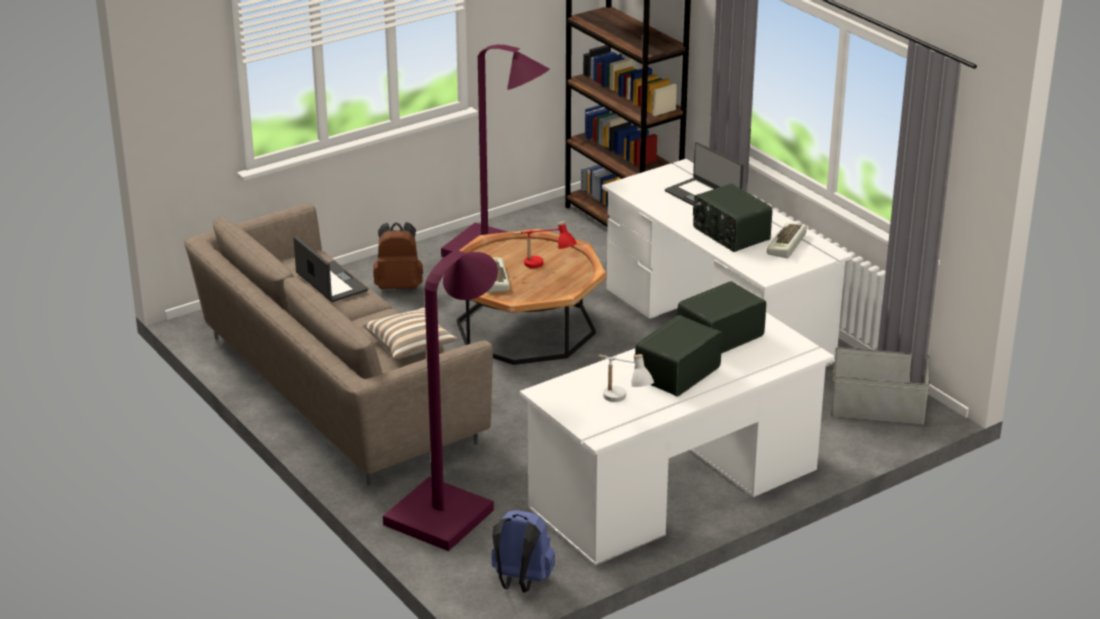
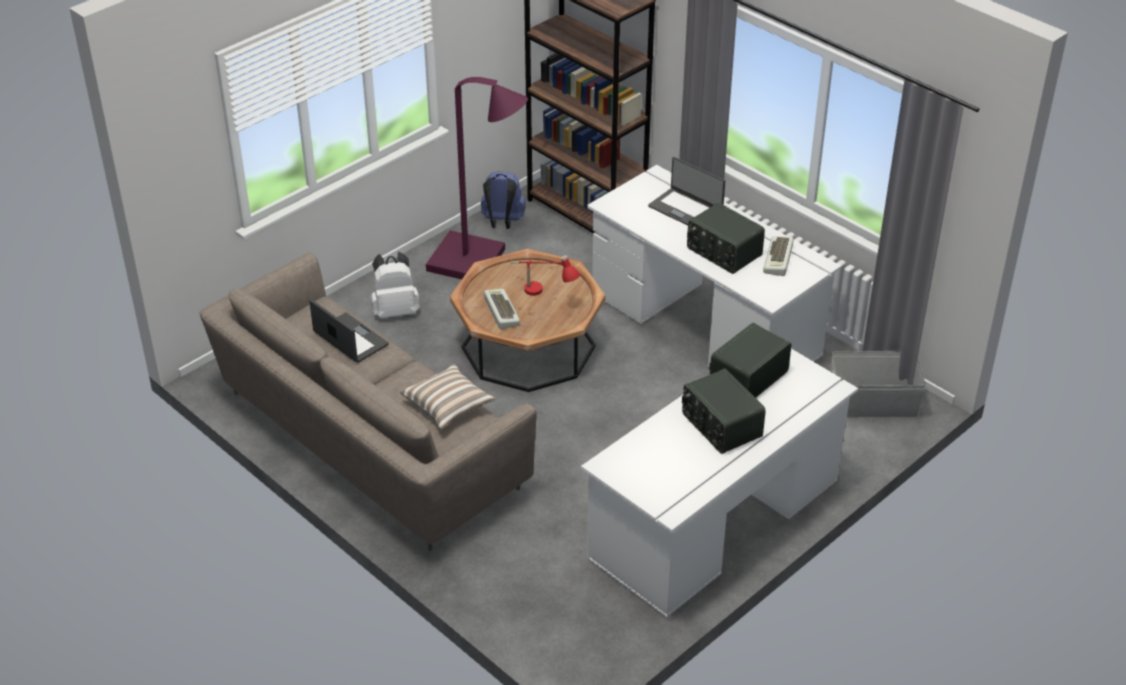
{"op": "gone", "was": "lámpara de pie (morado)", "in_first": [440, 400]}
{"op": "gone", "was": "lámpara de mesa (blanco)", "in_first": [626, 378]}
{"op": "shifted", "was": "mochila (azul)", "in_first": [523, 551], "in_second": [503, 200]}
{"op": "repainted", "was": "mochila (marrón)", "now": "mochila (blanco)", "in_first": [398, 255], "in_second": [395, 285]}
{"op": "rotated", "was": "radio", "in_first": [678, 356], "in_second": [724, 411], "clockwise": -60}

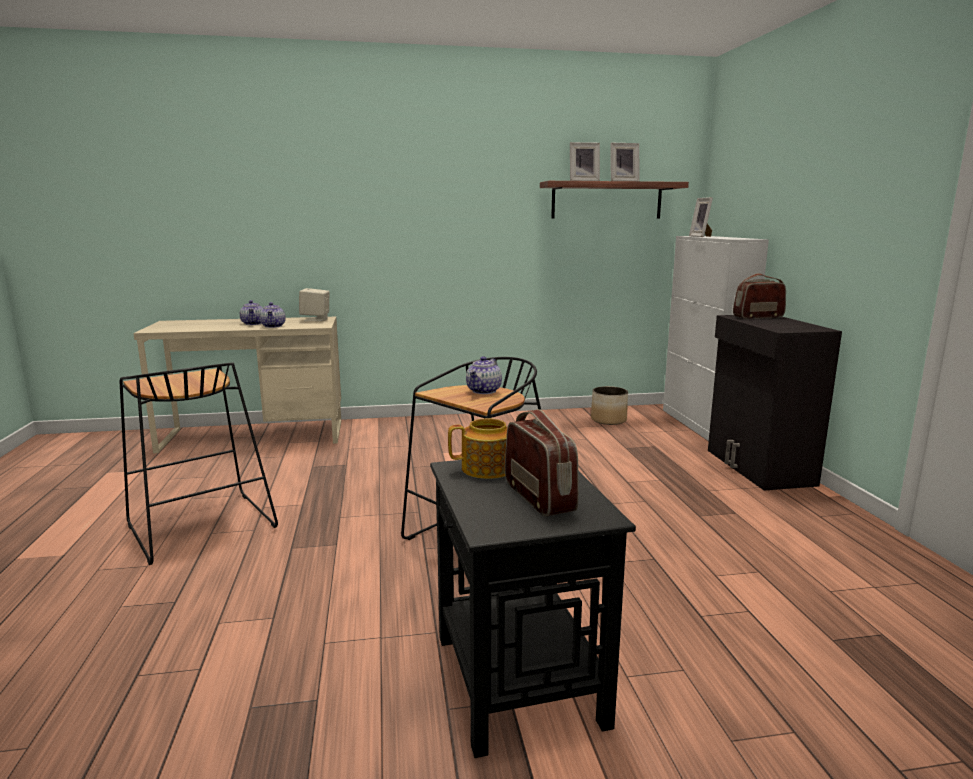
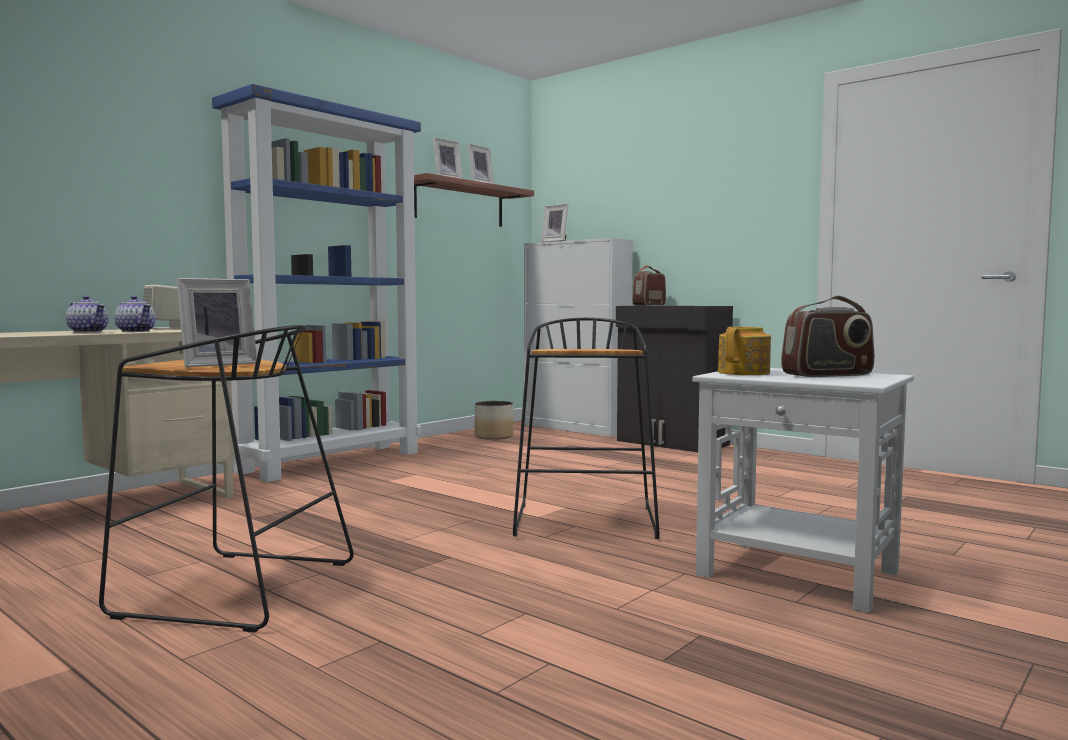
{"op": "gone", "was": "tetera", "in_first": [484, 375]}
{"op": "new", "now": "portarretratos", "in_second": [217, 322]}
{"op": "new", "now": "estantería (azul)", "in_second": [316, 283]}
{"op": "repainted", "was": "mesa auxiliar (negro)", "now": "mesa auxiliar (blanco)", "in_first": [533, 609], "in_second": [803, 490]}
{"op": "rotated", "was": "radio", "in_first": [542, 463], "in_second": [827, 336], "clockwise": 135}

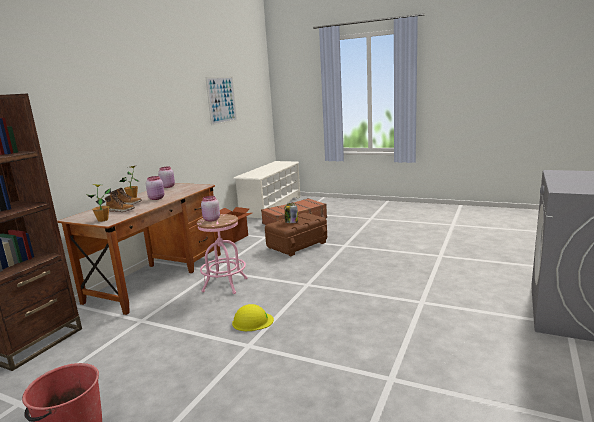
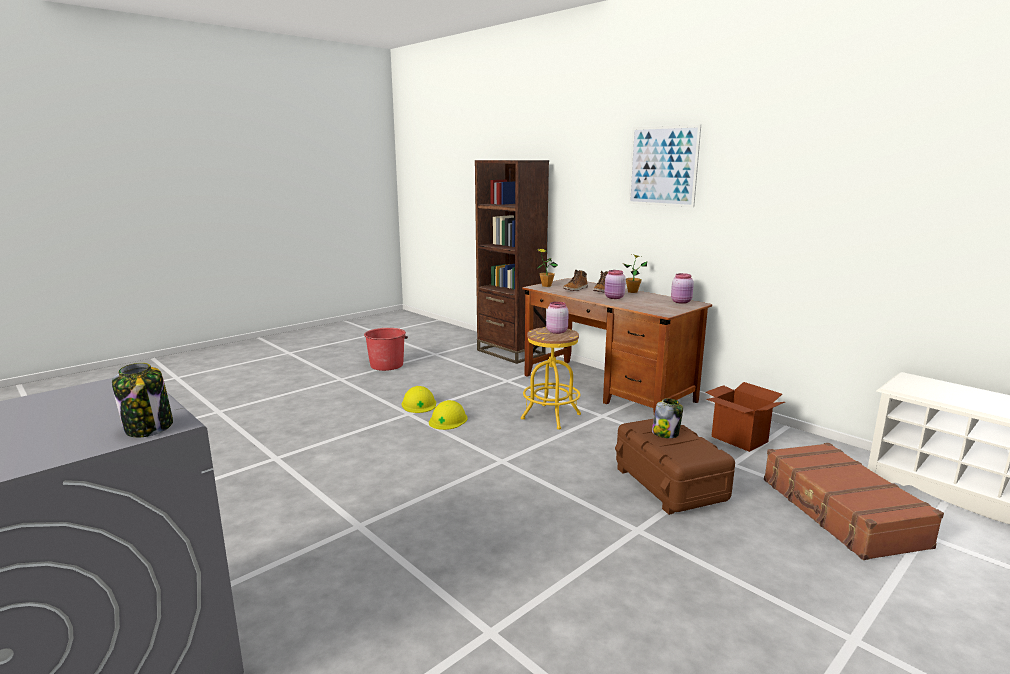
{"op": "new", "now": "tarro", "in_second": [142, 400]}
{"op": "new", "now": "casco (amarillo)", "in_second": [418, 399]}
{"op": "shifted", "was": "cuadro", "in_first": [221, 101], "in_second": [664, 166]}
{"op": "repainted", "was": "taburete (rosa)", "now": "taburete (amarillo)", "in_first": [222, 254], "in_second": [551, 378]}

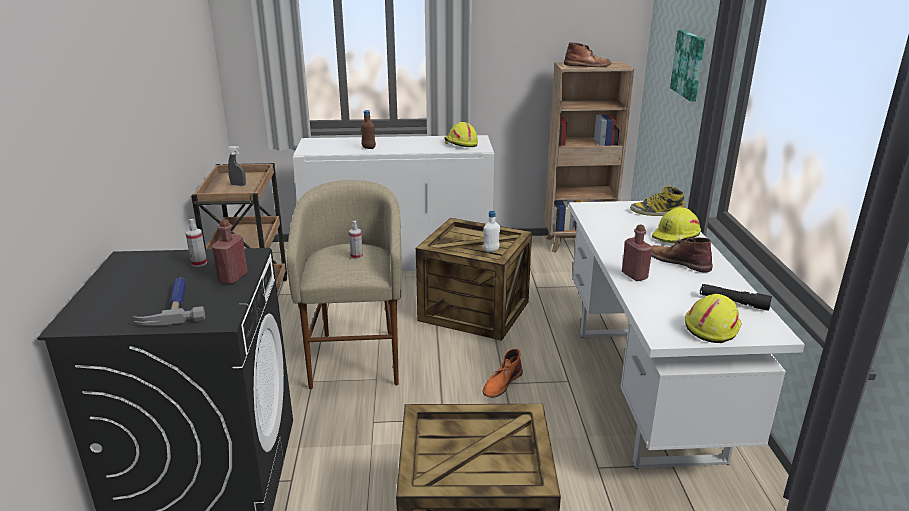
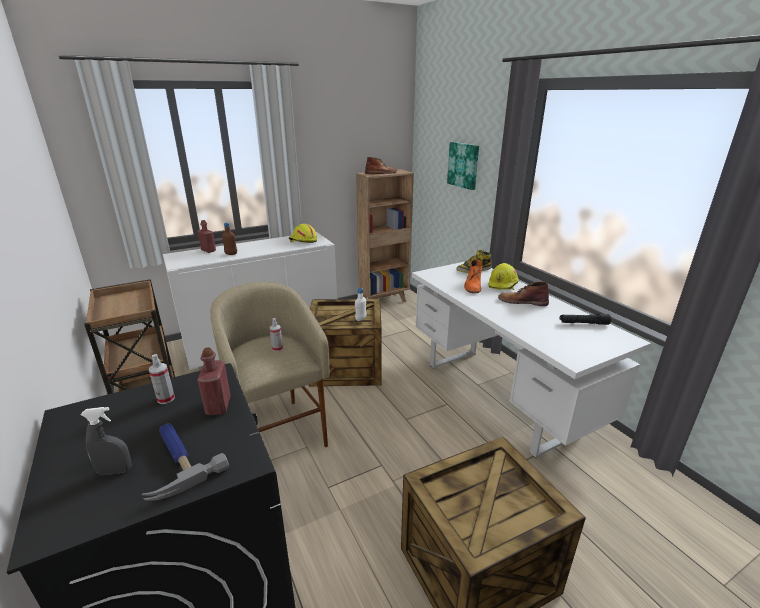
{"op": "gone", "was": "casco (amarillo)", "in_first": [713, 318]}
{"op": "shifted", "was": "pulverizador (gris)", "in_first": [237, 166], "in_second": [106, 441]}
{"op": "shifted", "was": "bota (naranja)", "in_first": [503, 373], "in_second": [473, 276]}
{"op": "shifted", "was": "botella (rojo)", "in_first": [637, 252], "in_second": [207, 236]}

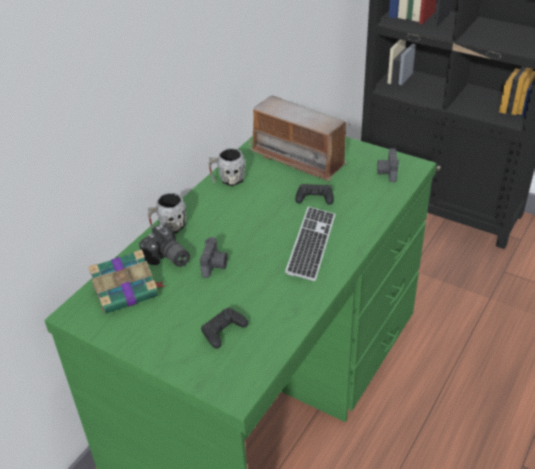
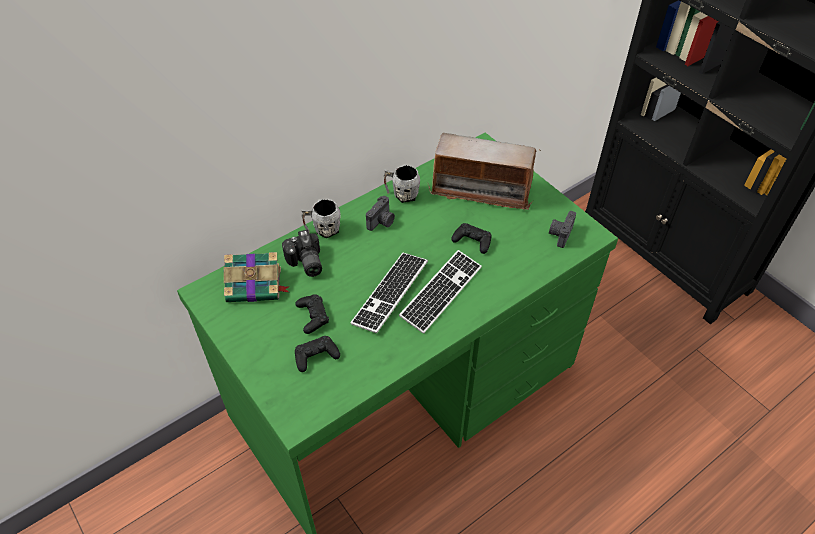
{"op": "new", "now": "mando de consola (negro)", "in_second": [312, 314]}
{"op": "new", "now": "teclado", "in_second": [389, 293]}
{"op": "shifted", "was": "cámara", "in_first": [214, 257], "in_second": [380, 213]}
{"op": "rotated", "was": "radio", "in_first": [300, 138], "in_second": [484, 171], "clockwise": -45}

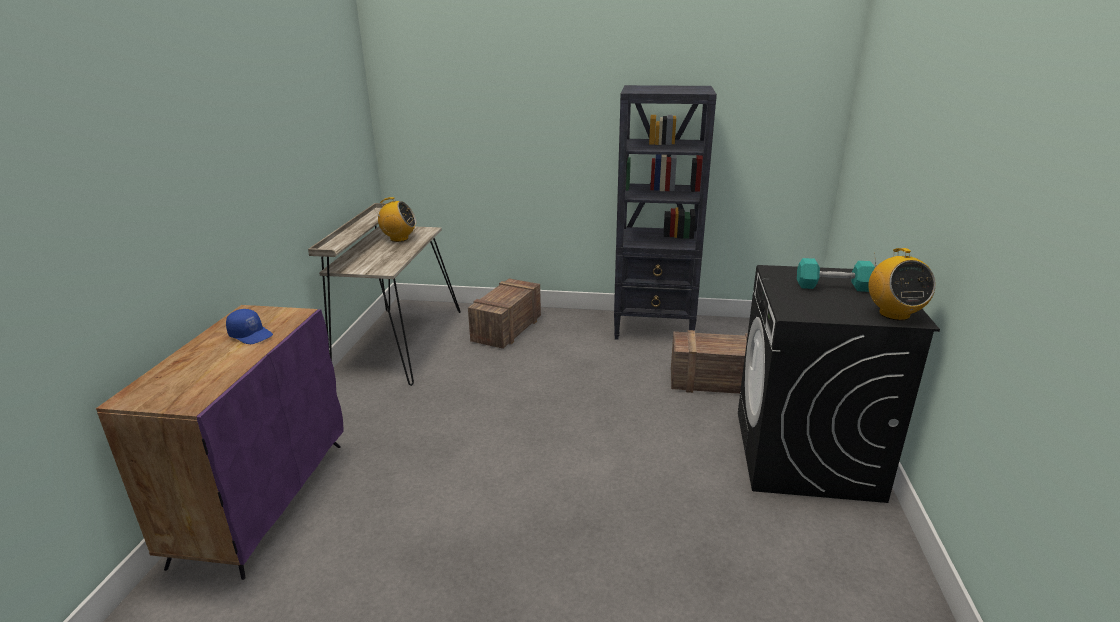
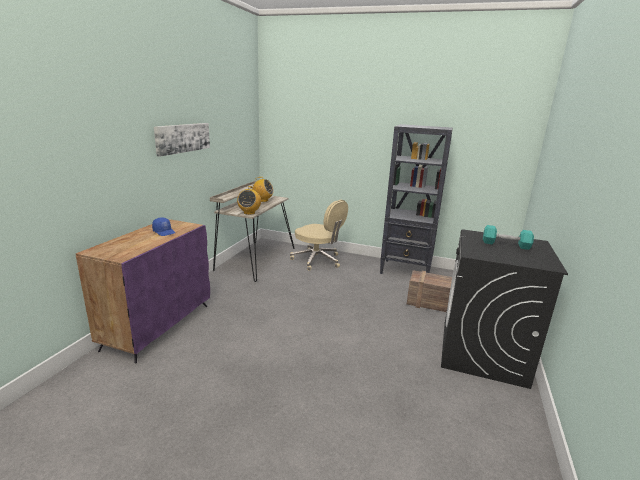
{"op": "new", "now": "cuadro", "in_second": [182, 140]}
{"op": "shifted", "was": "radio", "in_first": [902, 284], "in_second": [249, 200]}
{"op": "swapped", "was": "caja de embalaje", "now": "silla de oficina (beis)", "in_first": [504, 313], "in_second": [319, 235]}

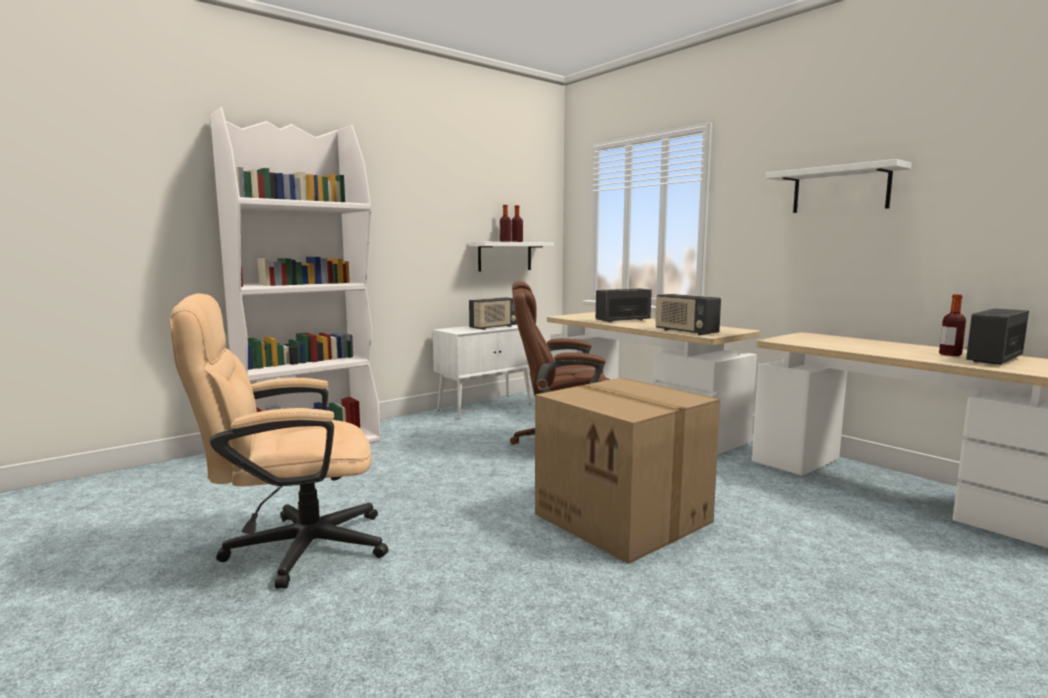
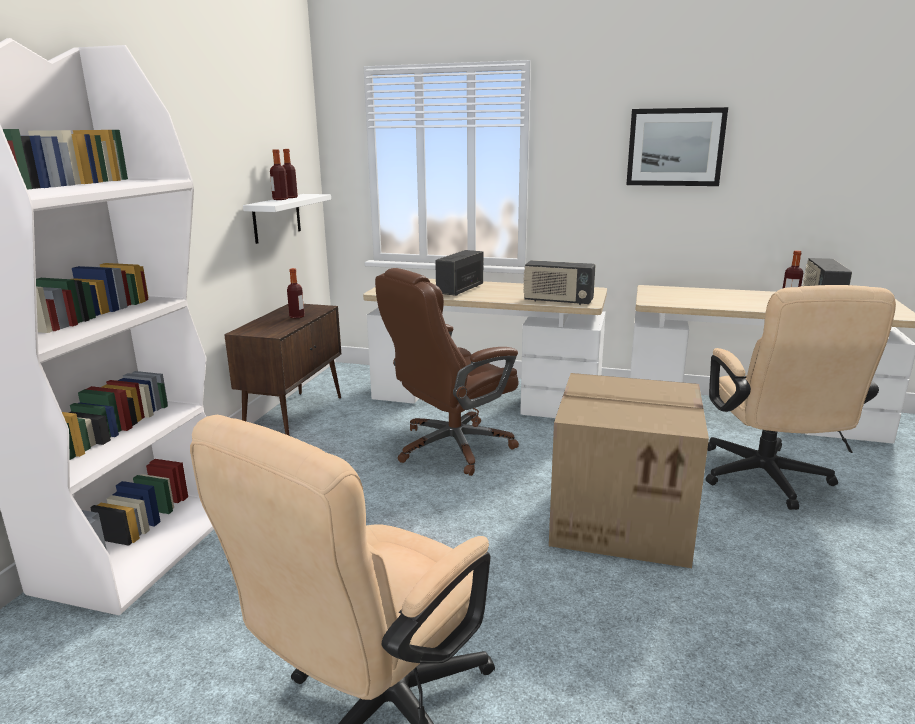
{"op": "new", "now": "silla de oficina (beis)", "in_second": [801, 397]}
{"op": "swapped", "was": "radio", "now": "botella", "in_first": [493, 313], "in_second": [296, 293]}
{"op": "swapped", "was": "estante (blanco)", "now": "cuadro", "in_first": [838, 186], "in_second": [677, 146]}
{"op": "repainted", "was": "armario (blanco)", "now": "armario (marrón)", "in_first": [482, 372], "in_second": [282, 369]}

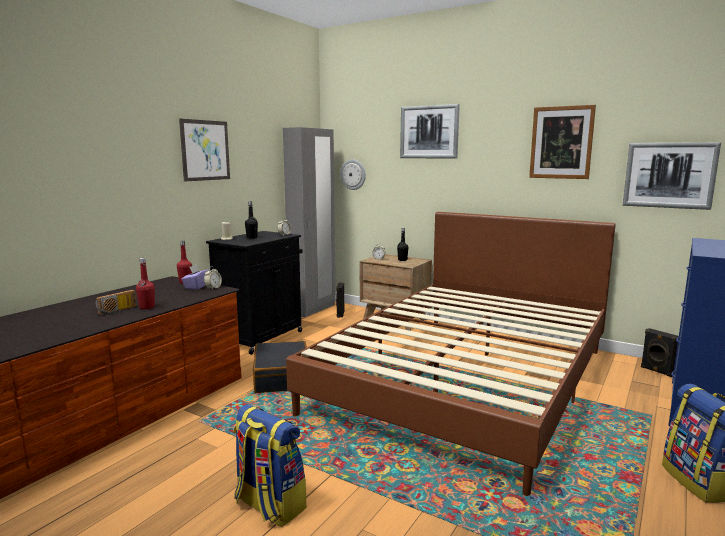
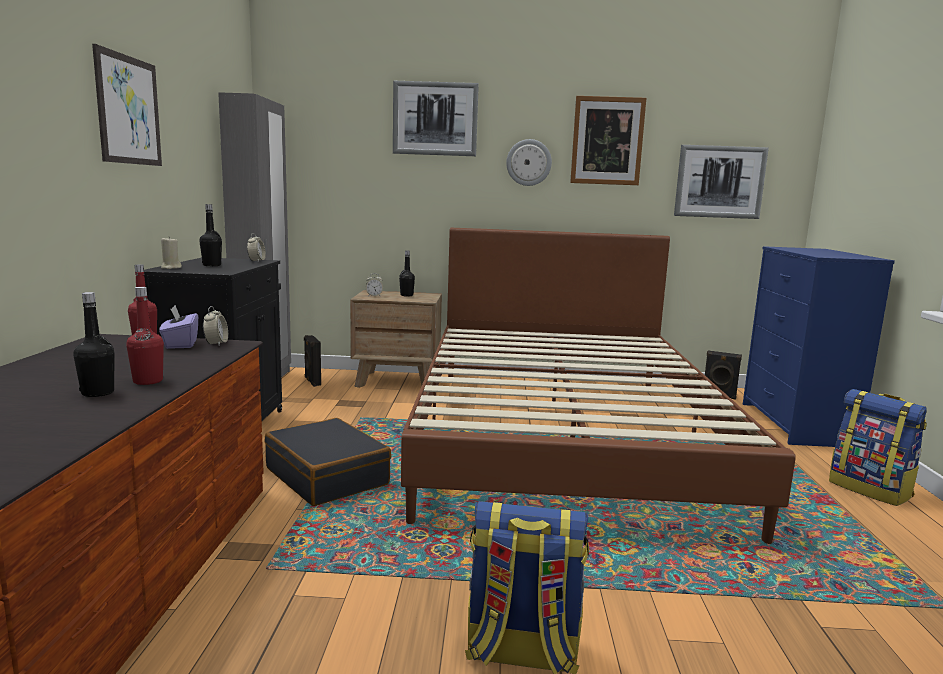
{"op": "shifted", "was": "reloj de pared", "in_first": [353, 174], "in_second": [529, 162]}
{"op": "swapped", "was": "radio", "now": "botella (negro)", "in_first": [116, 302], "in_second": [94, 344]}

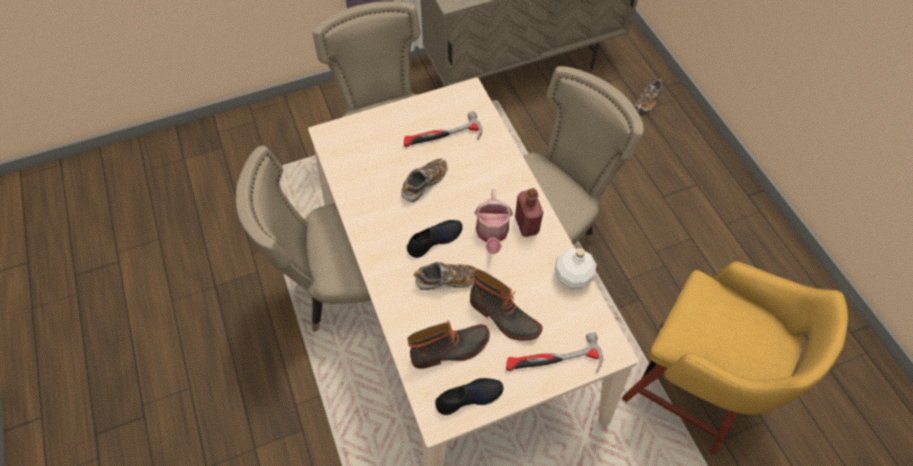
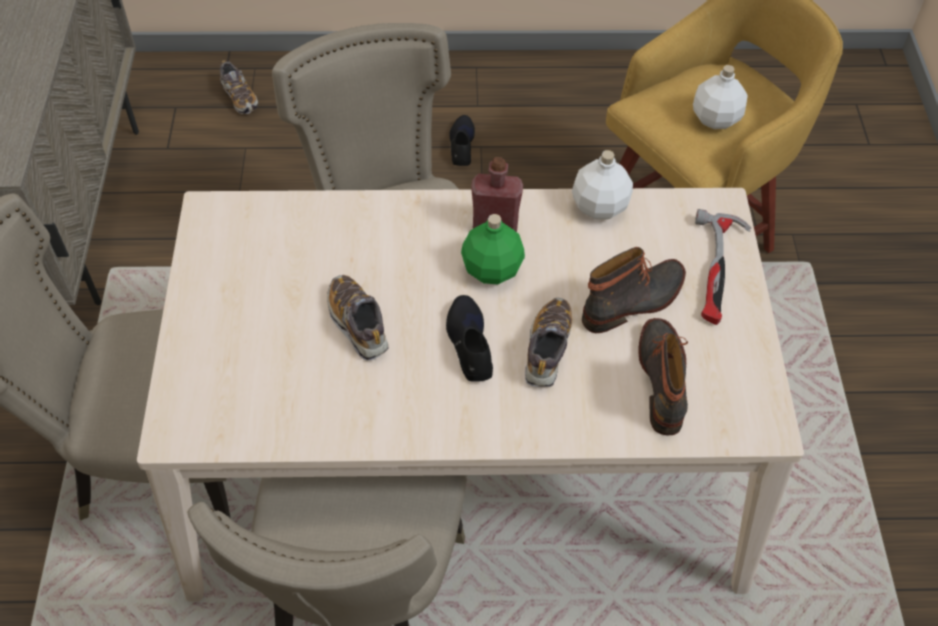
{"op": "gone", "was": "martillo", "in_first": [443, 129]}
{"op": "new", "now": "botella (blanco)", "in_second": [720, 97]}
{"op": "shifted", "was": "zapato (negro)", "in_first": [469, 396], "in_second": [462, 140]}
{"op": "swapped", "was": "regadera", "now": "botella (verde)", "in_first": [494, 221], "in_second": [493, 249]}

